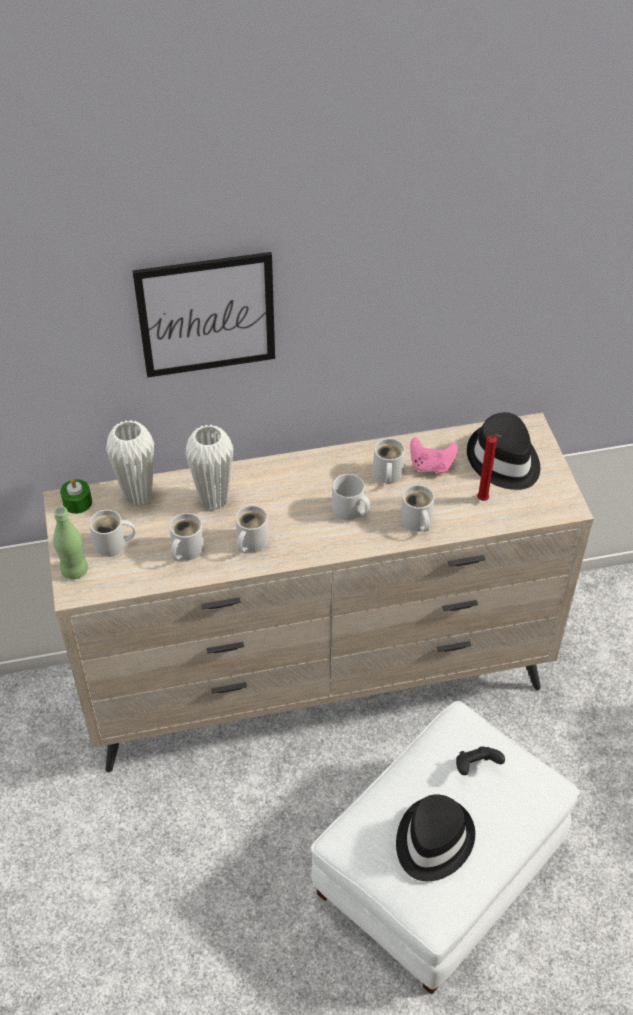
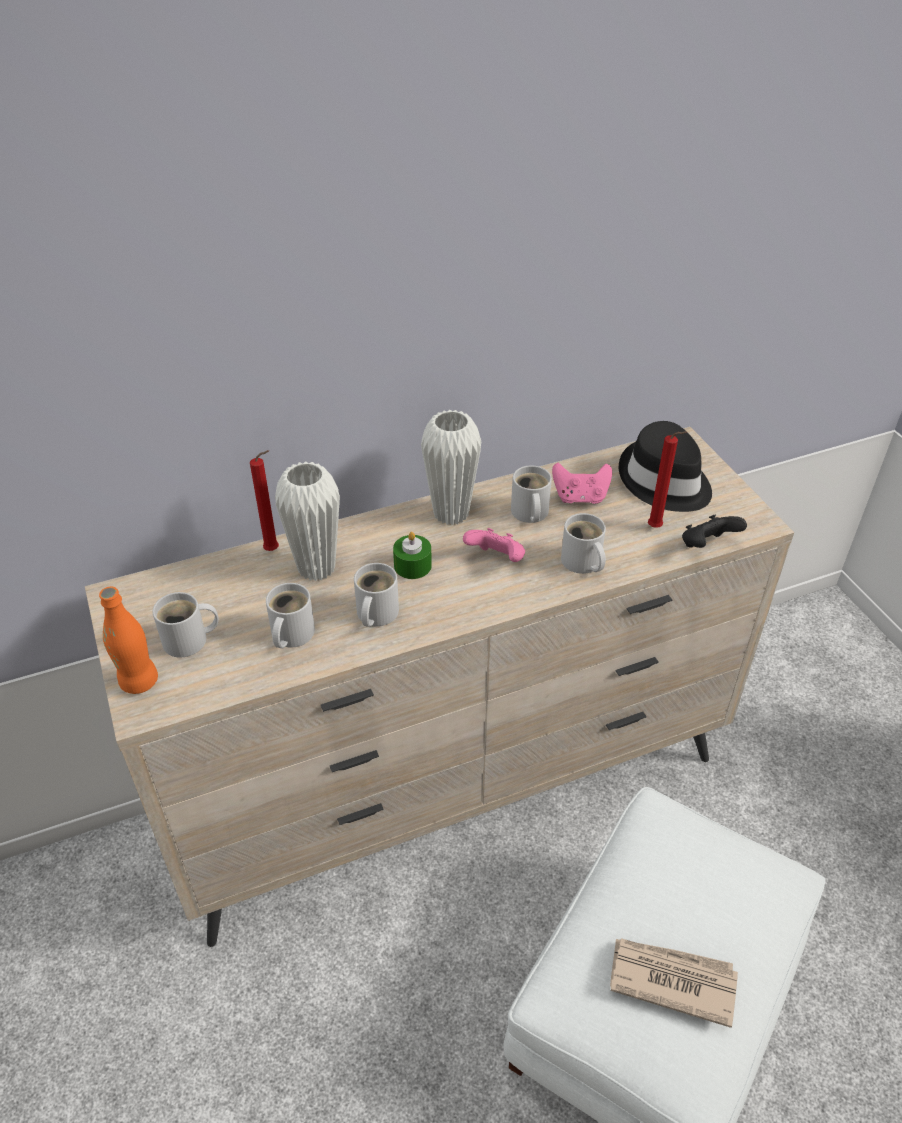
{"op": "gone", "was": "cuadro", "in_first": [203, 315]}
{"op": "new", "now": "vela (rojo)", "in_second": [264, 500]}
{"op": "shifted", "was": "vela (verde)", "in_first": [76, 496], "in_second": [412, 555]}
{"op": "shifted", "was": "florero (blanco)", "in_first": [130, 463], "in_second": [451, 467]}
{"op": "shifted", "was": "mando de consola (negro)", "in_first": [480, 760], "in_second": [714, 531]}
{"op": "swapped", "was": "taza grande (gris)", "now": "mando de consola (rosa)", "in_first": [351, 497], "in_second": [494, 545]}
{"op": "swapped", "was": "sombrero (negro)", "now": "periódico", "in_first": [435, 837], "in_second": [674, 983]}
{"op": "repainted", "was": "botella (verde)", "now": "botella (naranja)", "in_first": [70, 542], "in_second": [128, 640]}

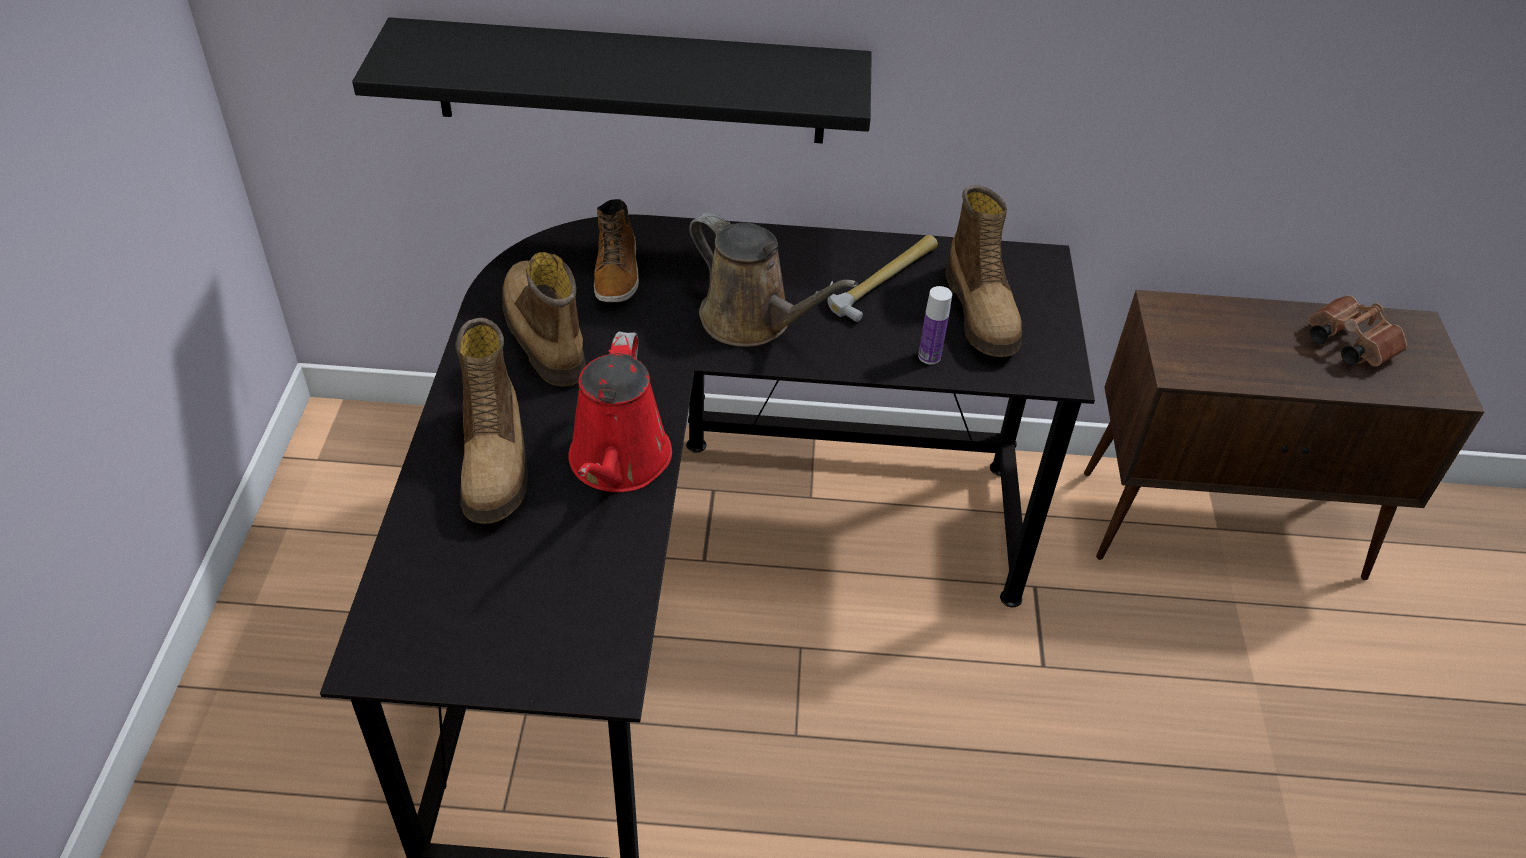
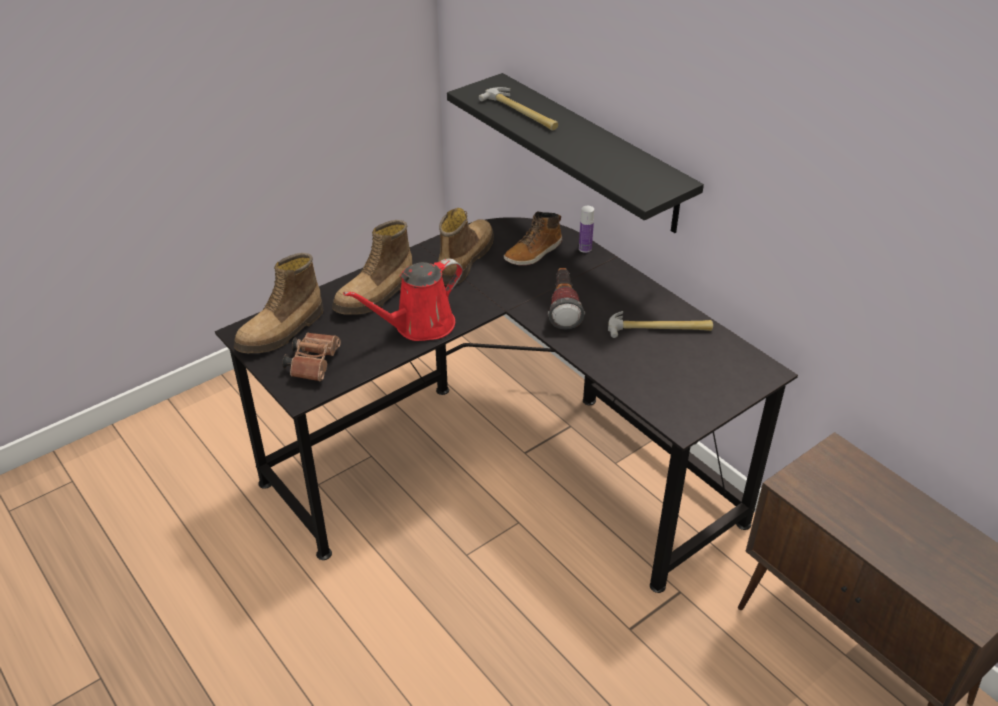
{"op": "new", "now": "martillo", "in_second": [518, 108]}
{"op": "shifted", "was": "botella", "in_first": [935, 325], "in_second": [586, 229]}
{"op": "shifted", "was": "bota", "in_first": [983, 271], "in_second": [279, 303]}
{"op": "shifted", "was": "prismáticos (marrón)", "in_first": [1358, 331], "in_second": [311, 357]}
{"op": "swapped", "was": "regadera (marrón)", "now": "linterna", "in_first": [773, 279], "in_second": [566, 299]}

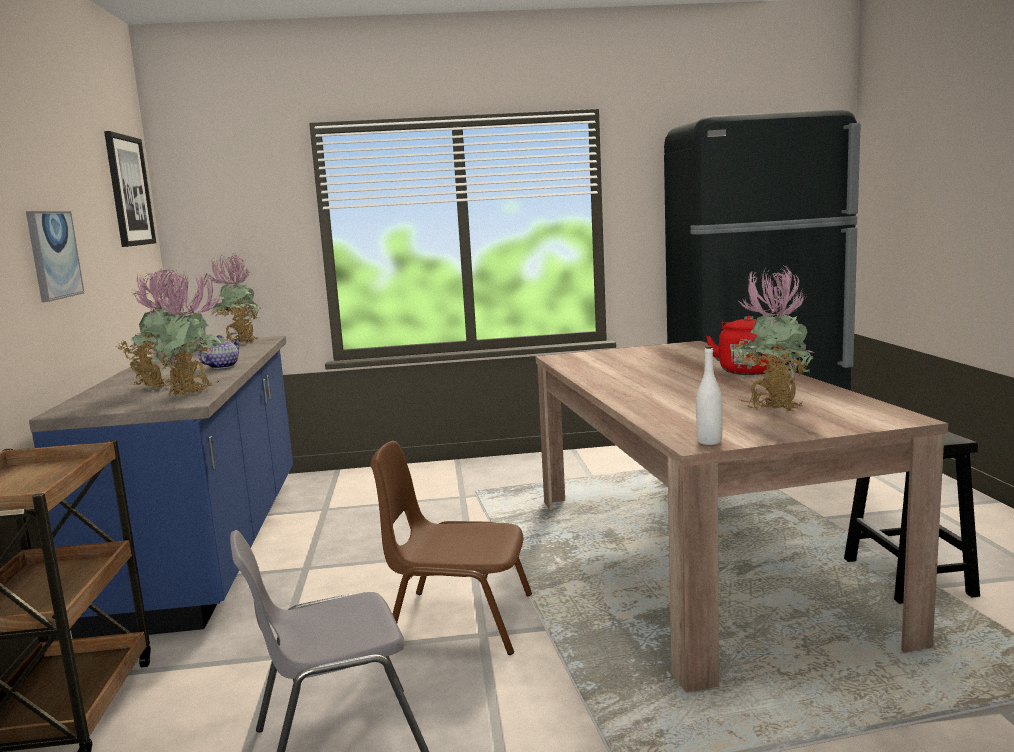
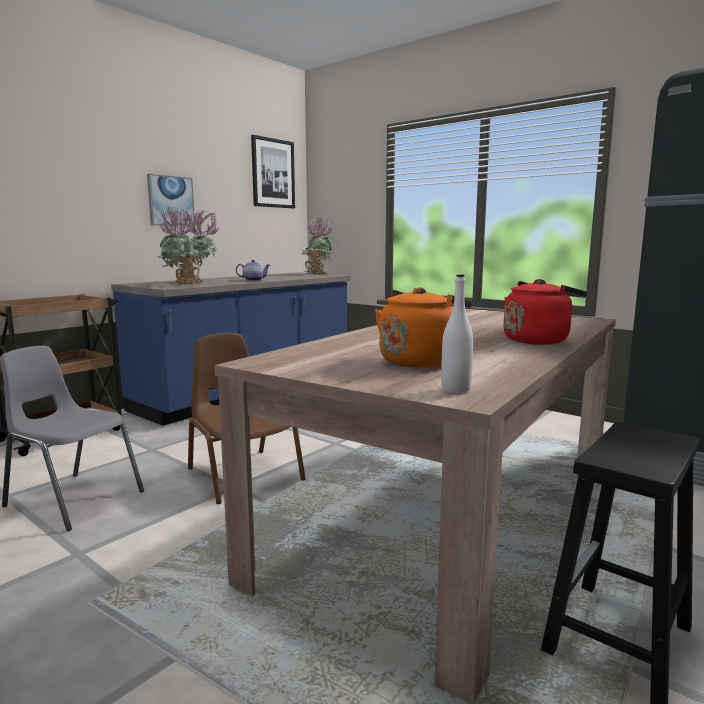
{"op": "shifted", "was": "botella (blanco)", "in_first": [709, 395], "in_second": [457, 333]}
{"op": "swapped", "was": "planta en maceta", "now": "hervidor (naranja)", "in_first": [773, 338], "in_second": [423, 327]}

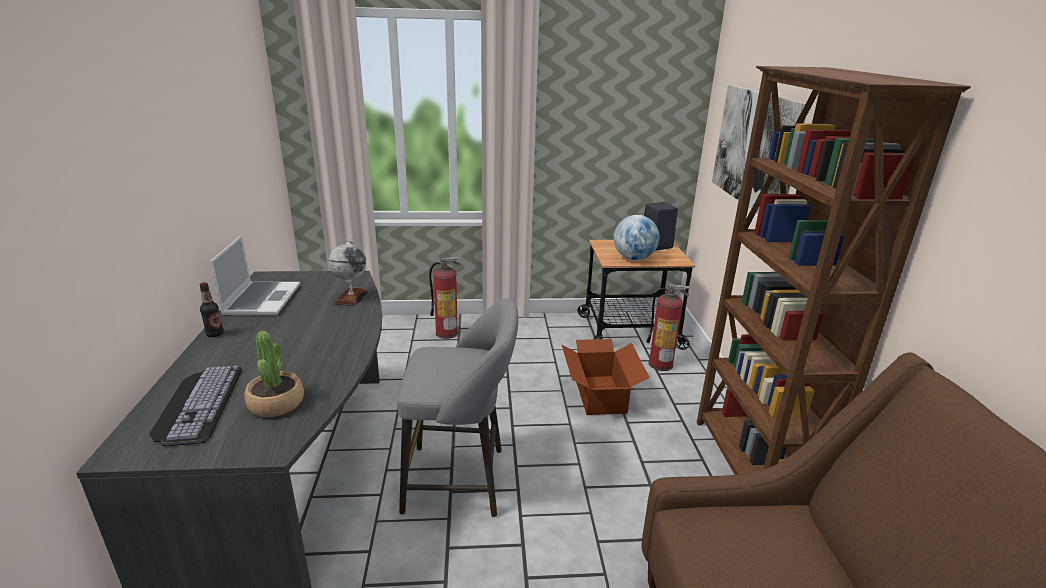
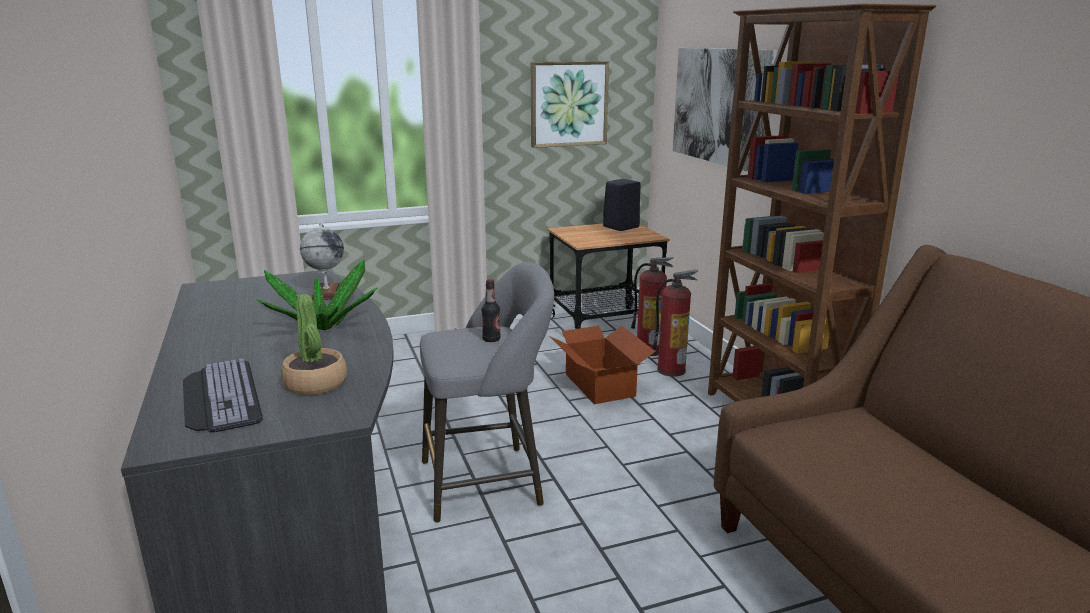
{"op": "gone", "was": "portátil", "in_first": [255, 275]}
{"op": "gone", "was": "globo terráqueo", "in_first": [636, 237]}
{"op": "new", "now": "planta en maceta", "in_second": [317, 295]}
{"op": "new", "now": "cuadro", "in_second": [570, 104]}
{"op": "shifted", "was": "botella", "in_first": [211, 309], "in_second": [491, 310]}
{"op": "shifted", "was": "extintor", "in_first": [444, 298], "in_second": [675, 323]}

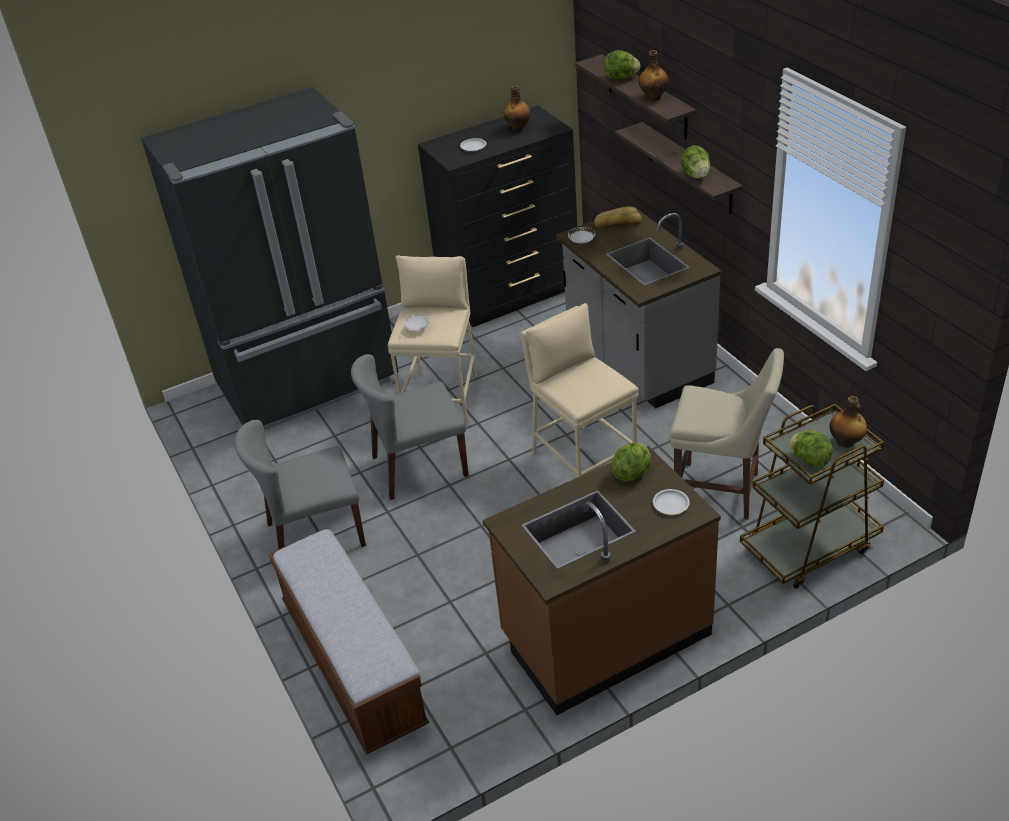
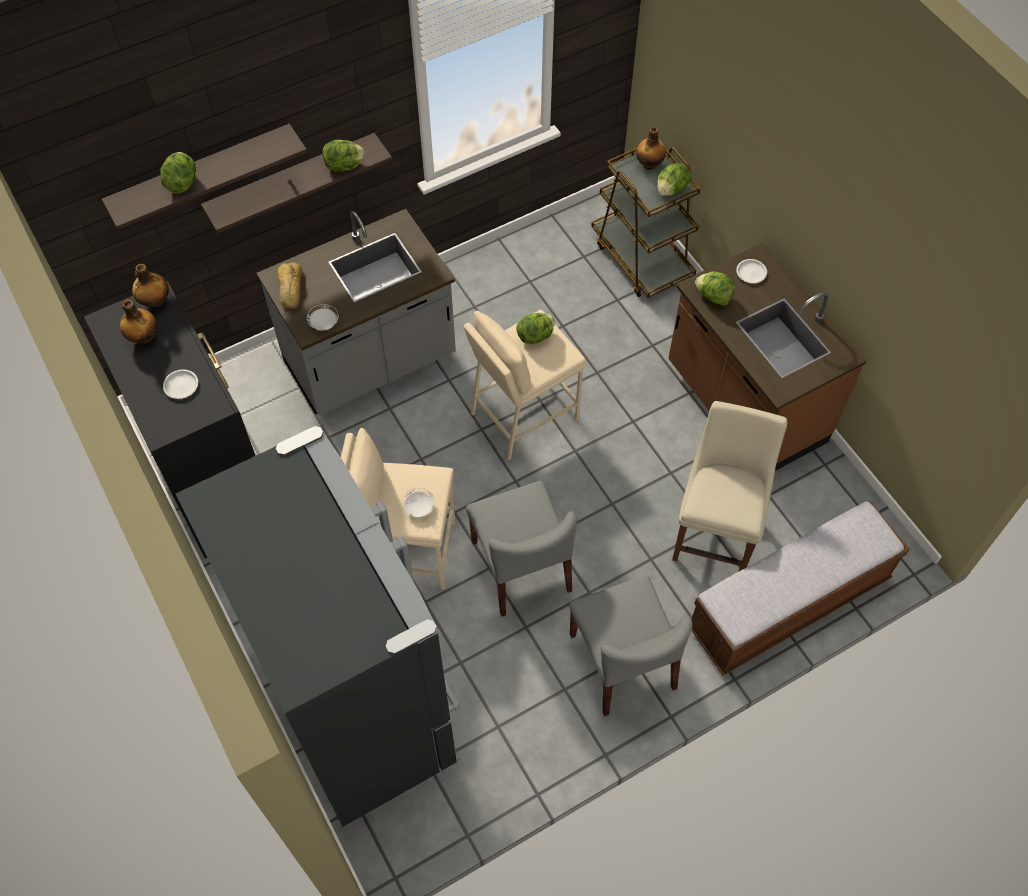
{"op": "new", "now": "lechuga", "in_second": [535, 328]}
{"op": "shifted", "was": "botella", "in_first": [654, 75], "in_second": [150, 285]}
{"op": "shifted", "was": "silla (beis)", "in_first": [727, 434], "in_second": [729, 486]}

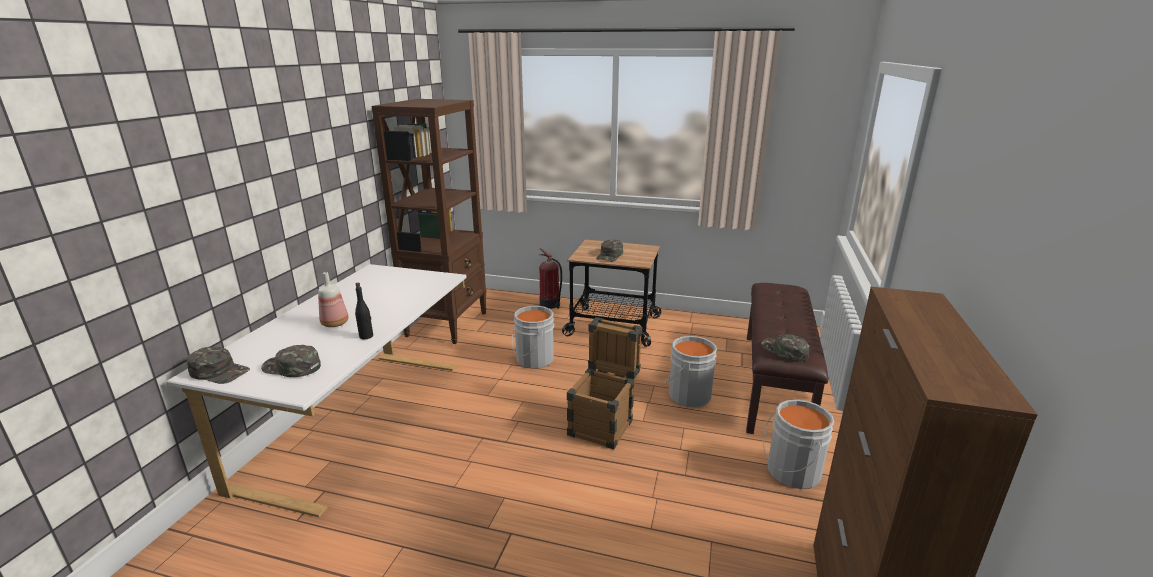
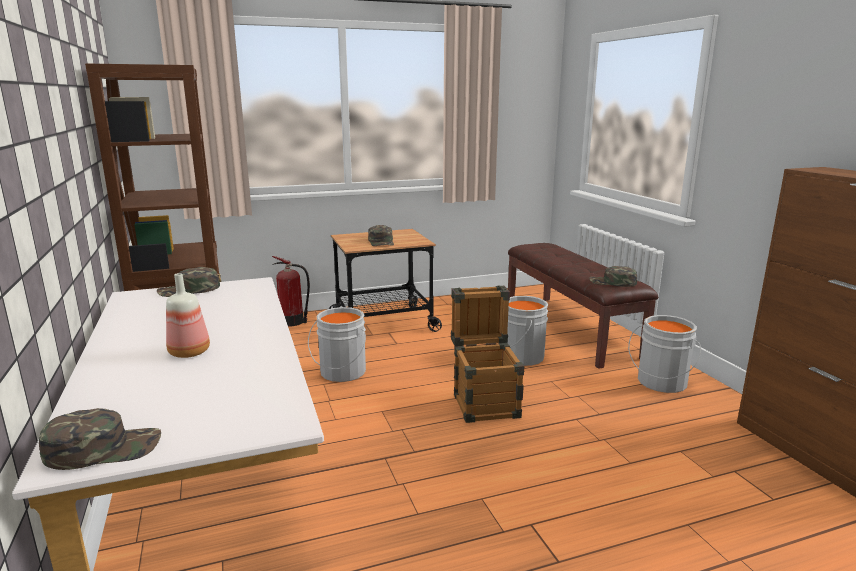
{"op": "gone", "was": "botella (negro)", "in_first": [364, 311]}
{"op": "shifted", "was": "gorra (verde)", "in_first": [291, 361], "in_second": [188, 282]}

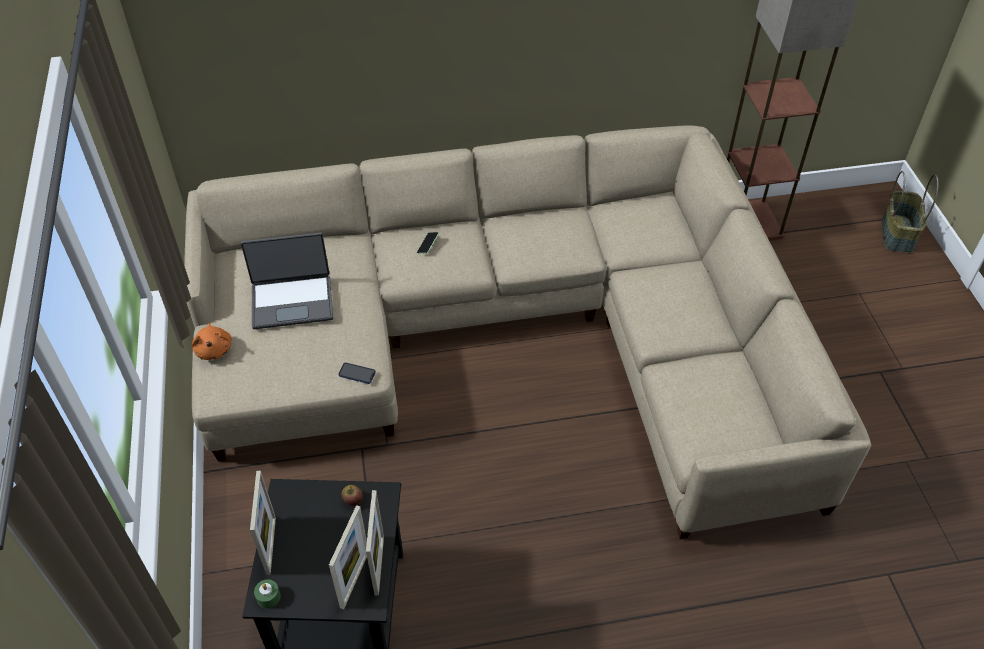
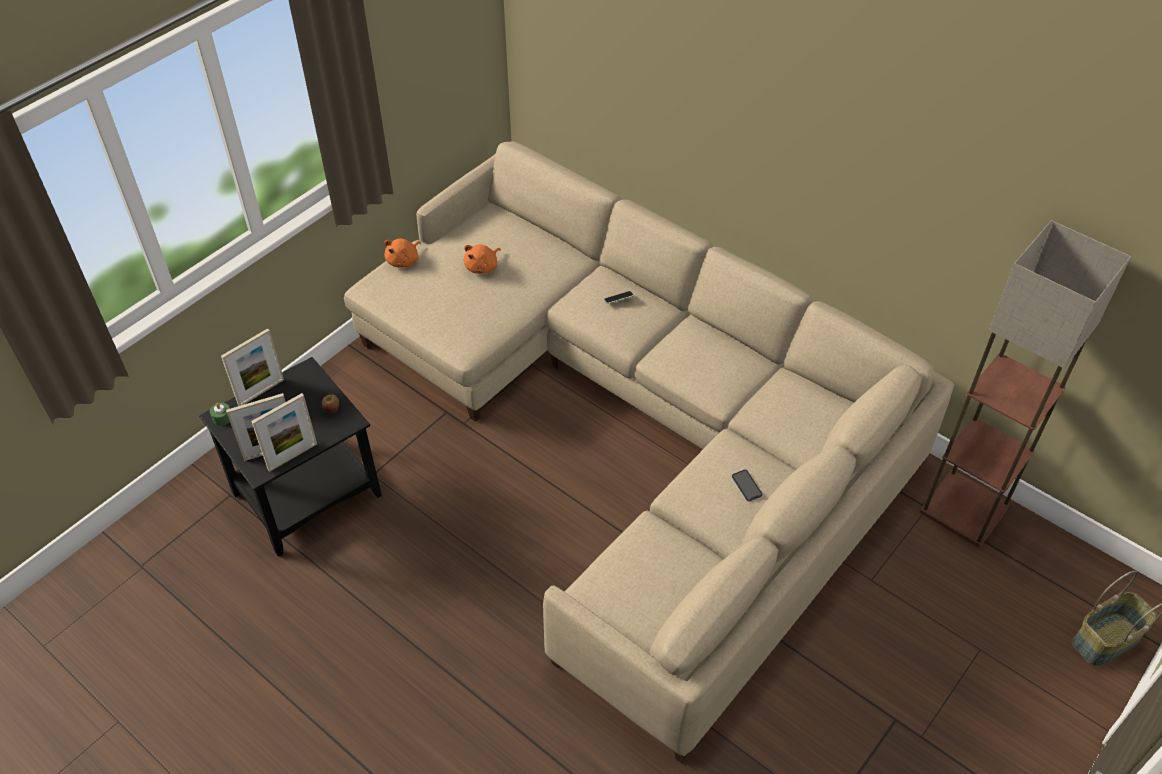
{"op": "shifted", "was": "móvil", "in_first": [357, 373], "in_second": [747, 485]}
{"op": "swapped", "was": "portátil", "now": "peluche (naranja)", "in_first": [287, 280], "in_second": [482, 259]}

